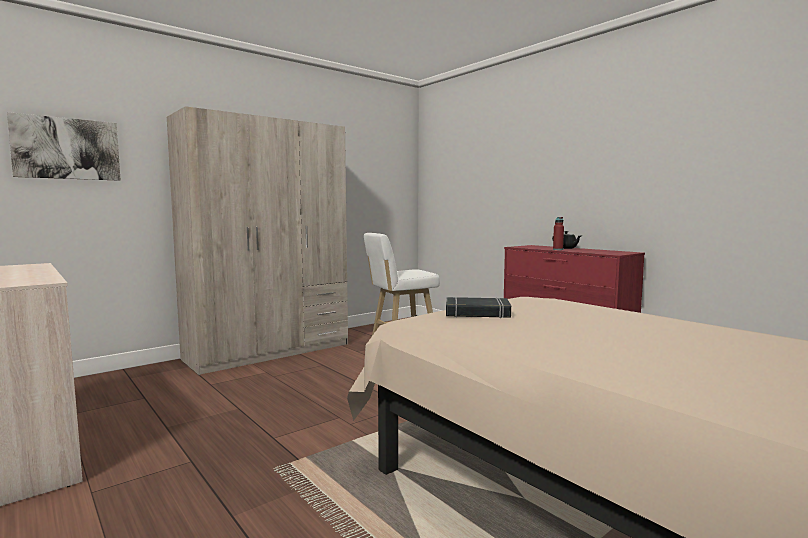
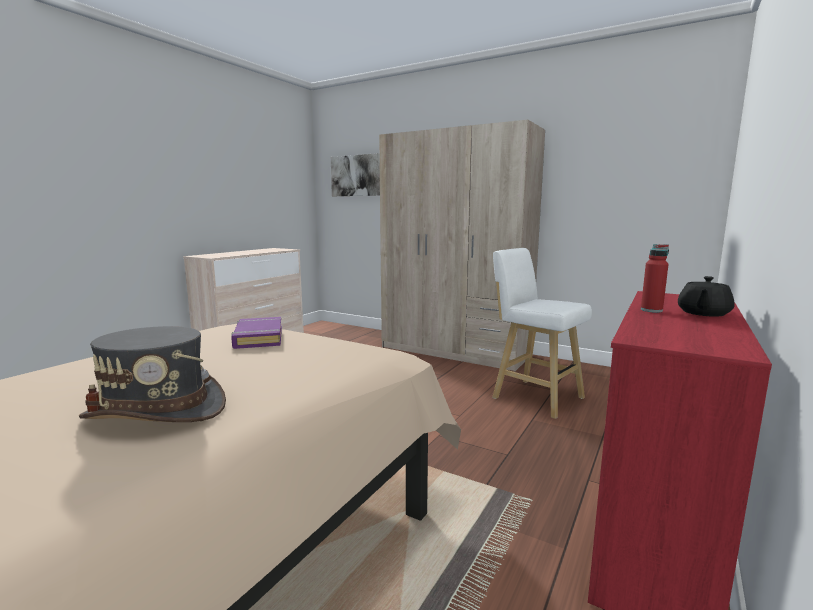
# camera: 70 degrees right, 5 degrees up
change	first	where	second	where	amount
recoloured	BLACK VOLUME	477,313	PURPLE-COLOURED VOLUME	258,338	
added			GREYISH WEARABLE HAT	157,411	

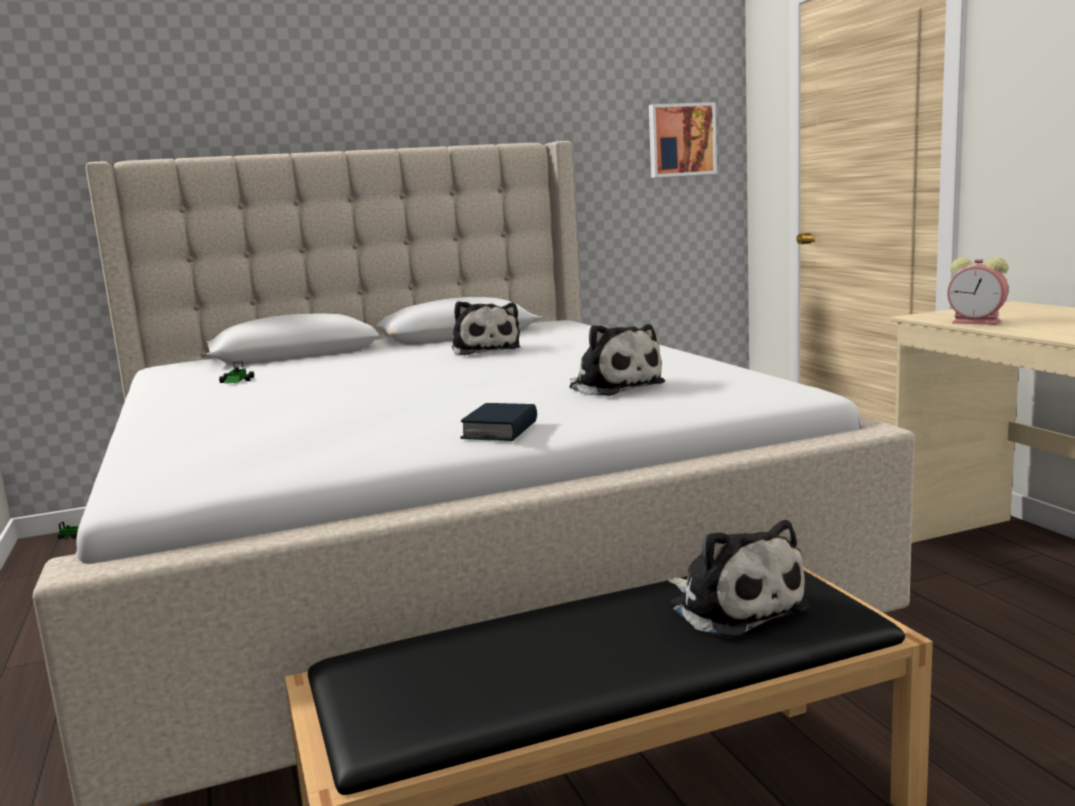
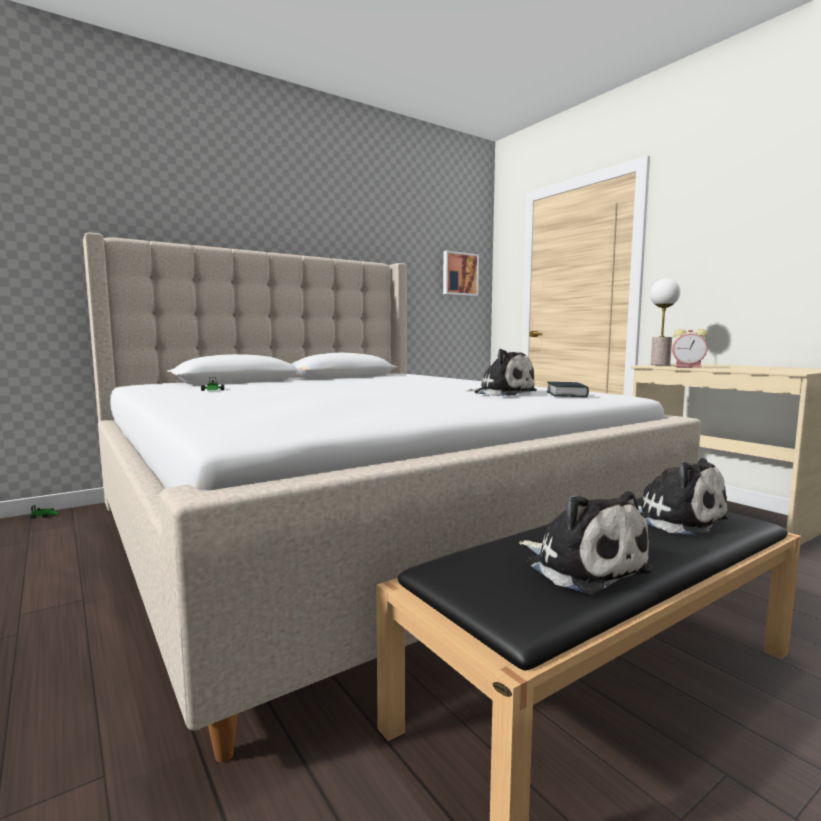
# camera: 15 degrees left, 5 degrees down
change	first	where	second	where	amount
moved	SOFT TOY	485,350		582,566	
moved	VOLUME	500,430		566,394	
added			LAMP FOR A TABLE	660,364	

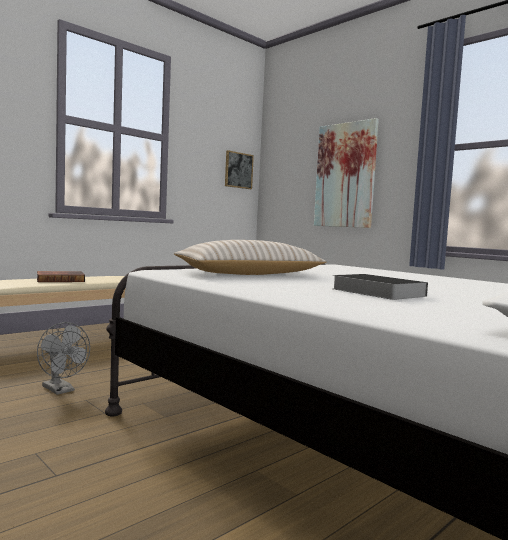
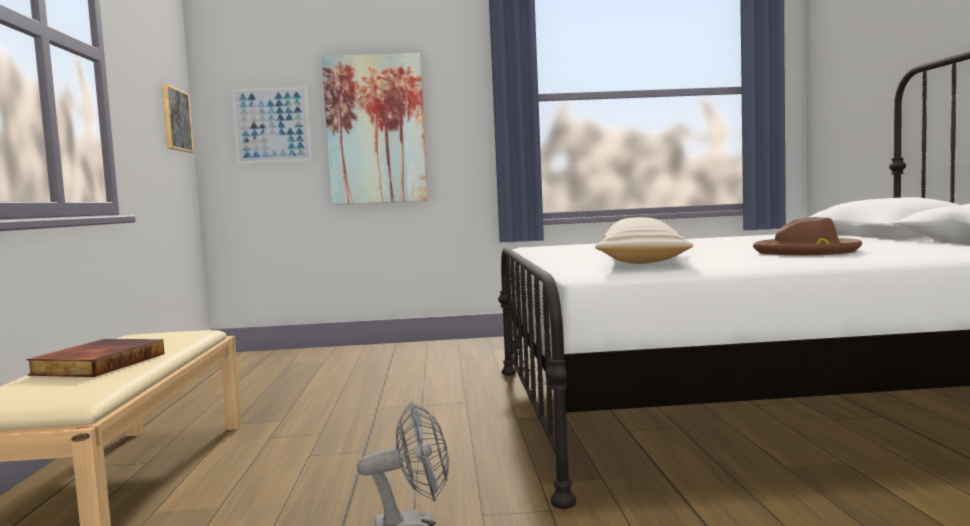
# camera: 50 degrees left, 0 degrees up
change	first	where	second	where	amount
replaced	VOLUME	374,292	BROWN-COLOURED WEARABLE HAT	806,251	
added			WALL ART	272,125	

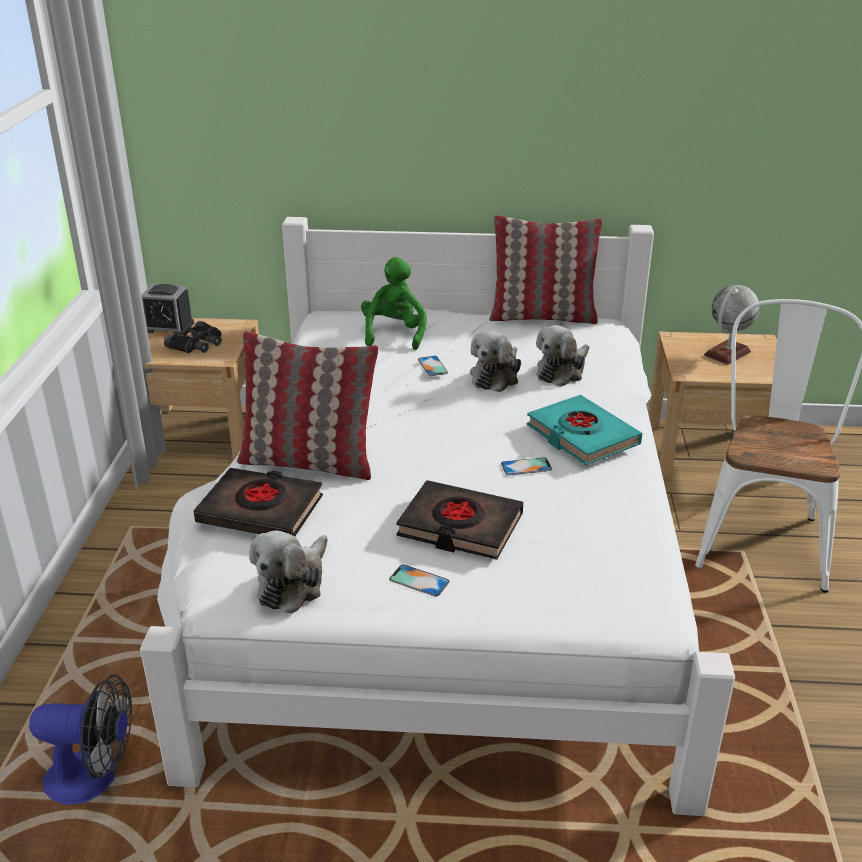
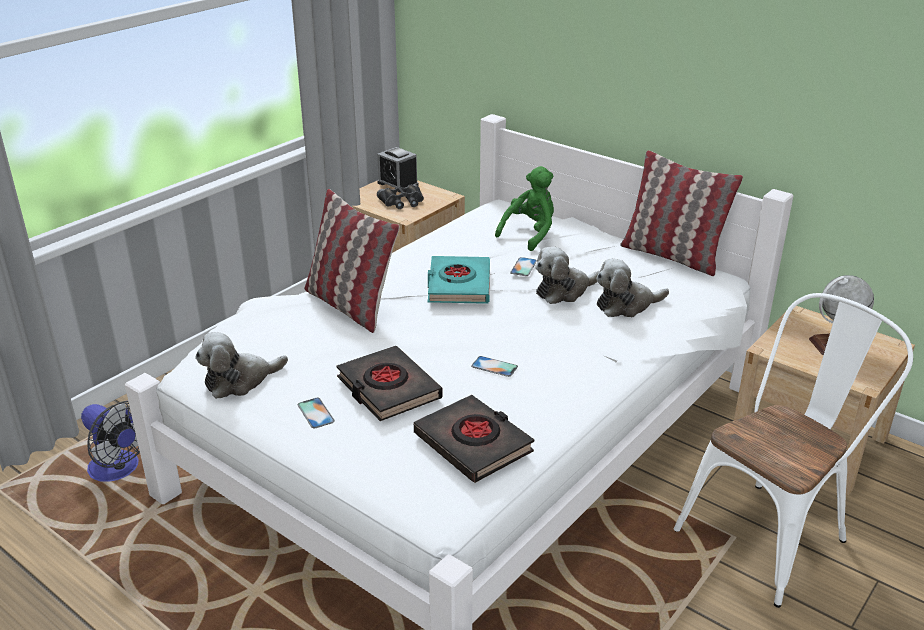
# camera: 35 degrees right, 0 degrees up
change	first	where	second	where	amount
moved	BLUE-GREEN VOLUME	582,436		458,285	
moved	BLACK VOLUME	261,510		473,444	

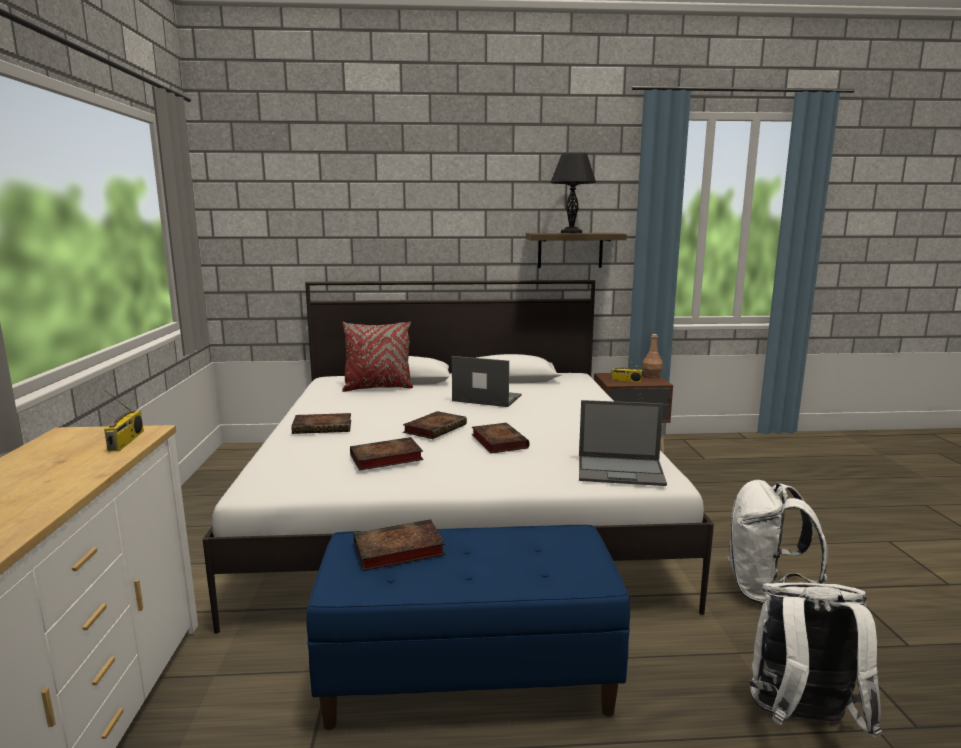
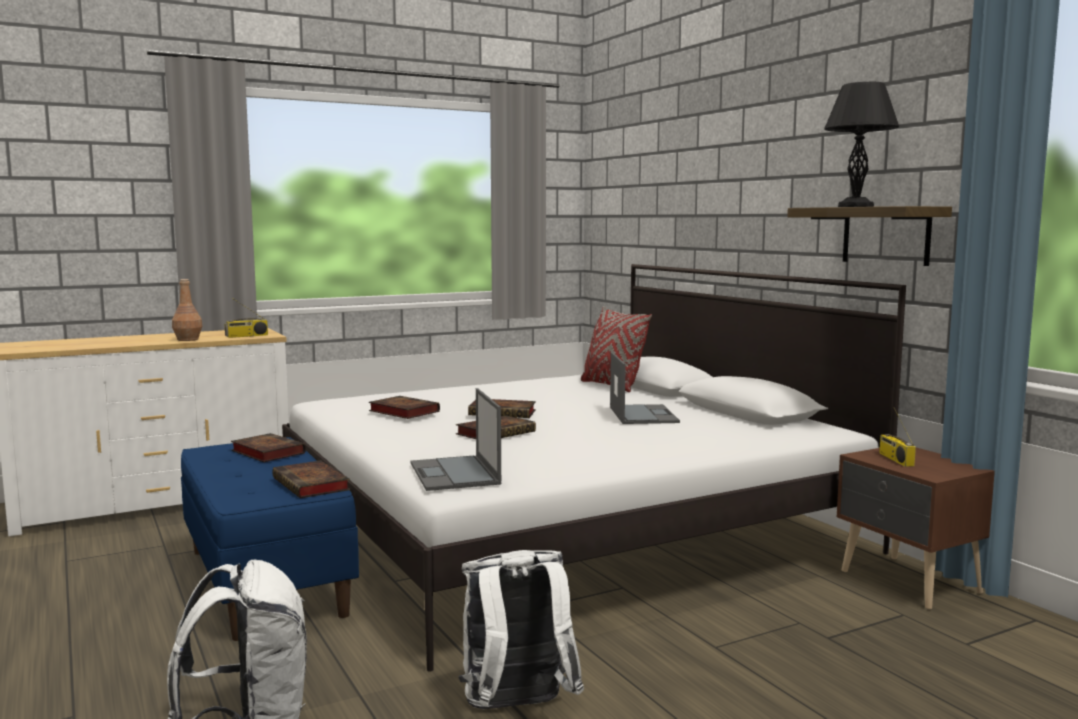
# camera: 65 degrees right, 5 degrees down
change	first	where	second	where	amount
moved	BROWN-COLOURED DRINK BOTTLE	652,376		188,339	
moved	VOLUME	324,427		312,485	

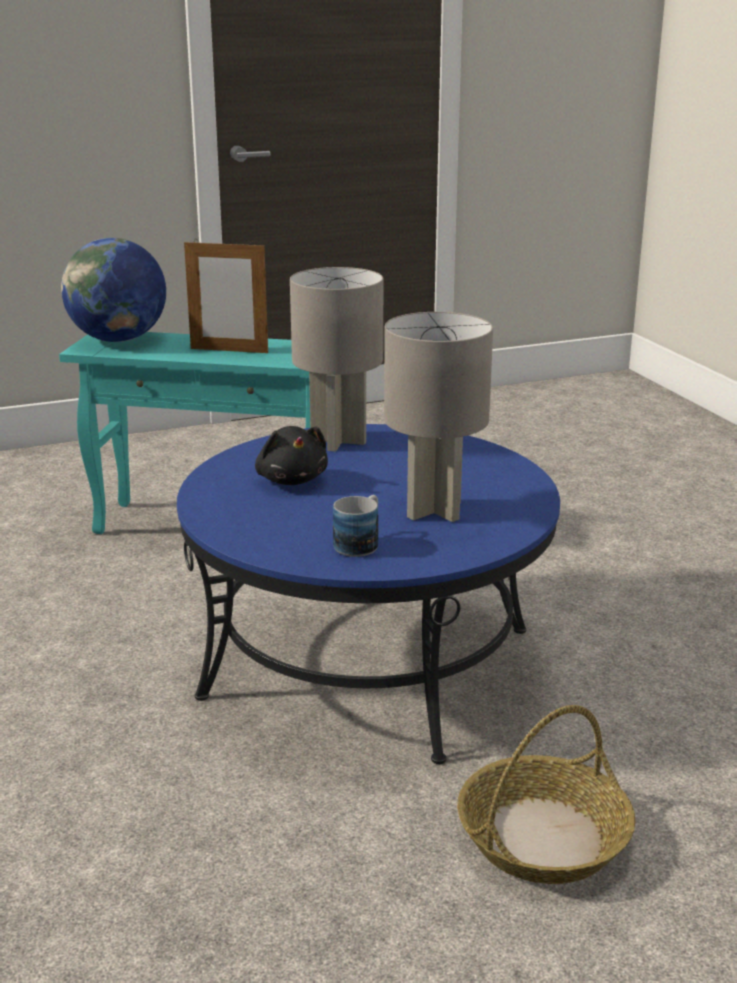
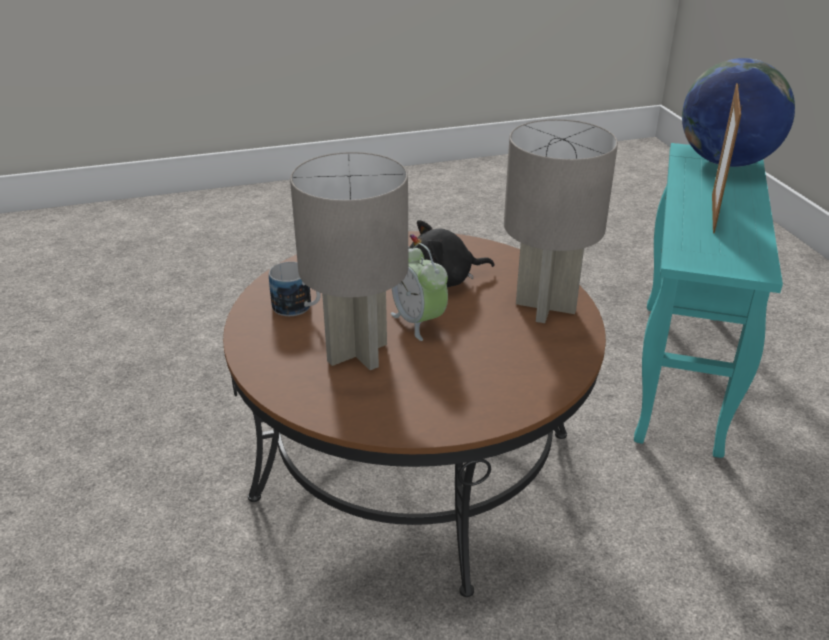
# camera: 95 degrees right, 10 degrees up
change	first	where	second	where	amount
recoloured	BLUE-COLOURED LOUNGE TABLE	368,661	BROWN-COLOURED LOUNGE TABLE	415,465	
removed	STORAGE BASKET	543,839			
added			BEDSIDE CLOCK	419,322	

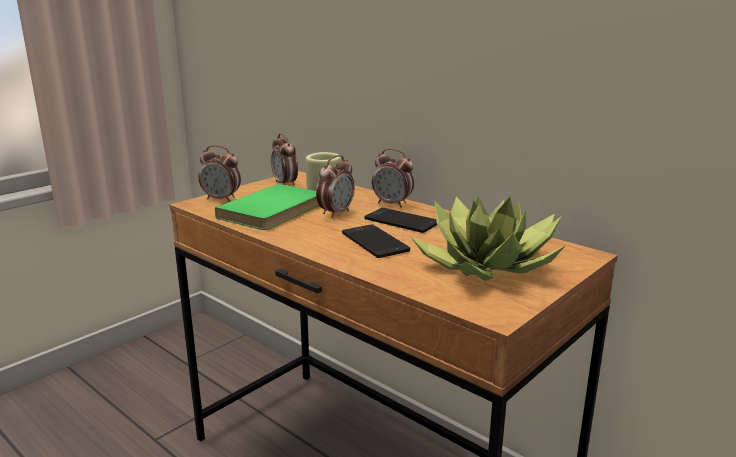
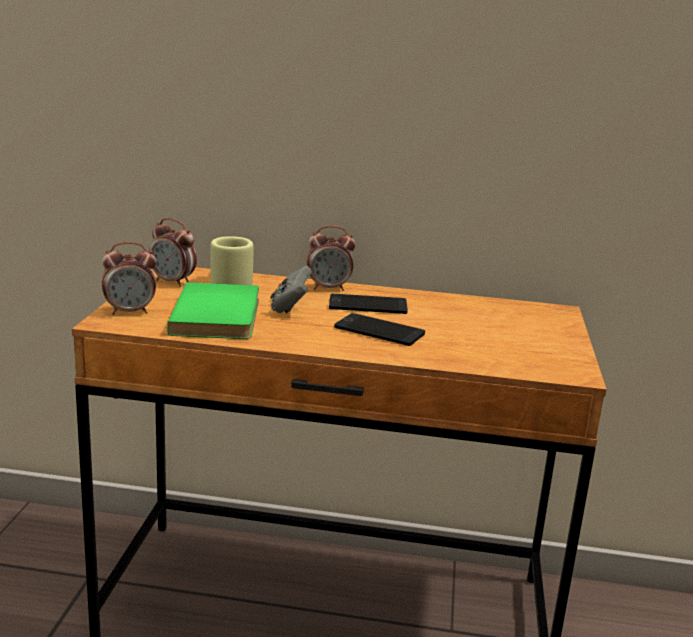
# camera: 35 degrees left, 0 degrees up
change	first	where	second	where	amount
replaced	BEDSIDE CLOCK	336,213	GREYISH GAMEPAD	290,307	
removed	PLANT IN A POT	487,264			

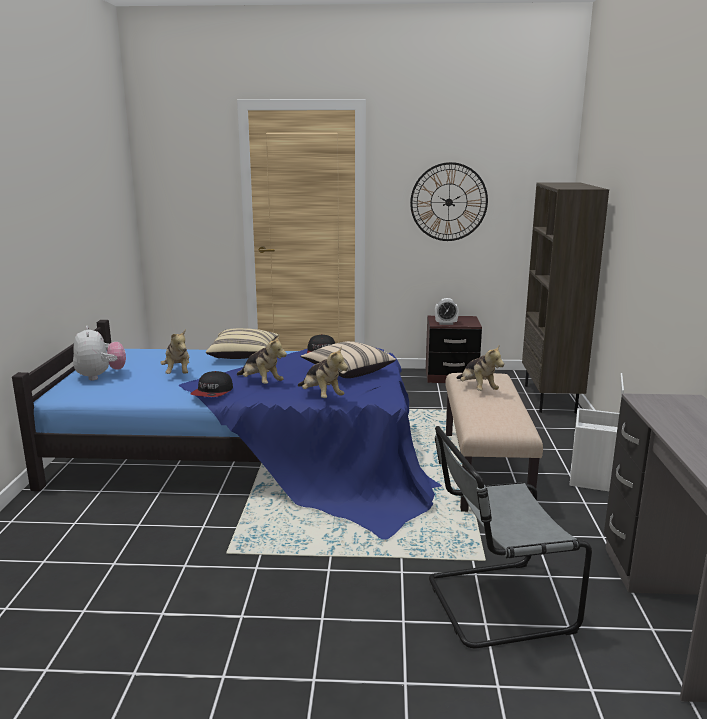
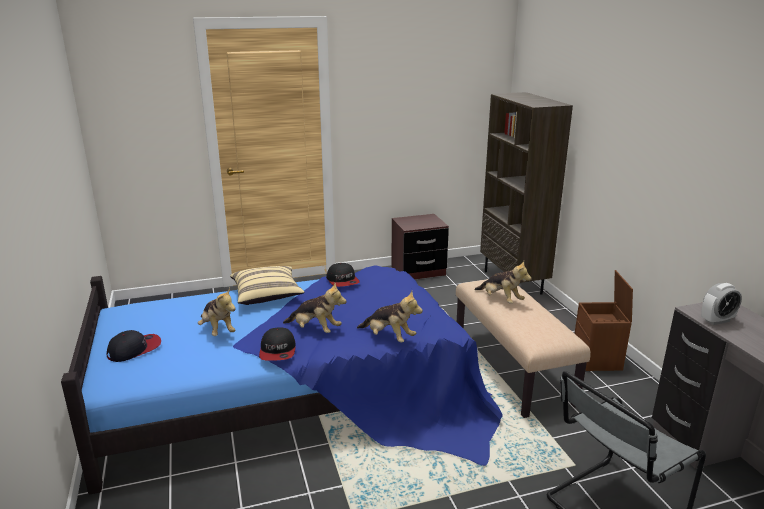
# camera: 20 degrees left, 5 degrees up
change	first	where	second	where	amount
removed	WALL CLOCK	448,202			
moved	BEDSIDE CLOCK	446,323		717,321	
replaced	SOFT TOY	100,376	BASEBALL CAP	134,349	
removed	SAND-COLOURED THROW PILLOW	348,371			
recoloured	WHITISH STORAGE CONTAINER	593,478	BROWN-COLOURED STORAGE CONTAINER	598,359	

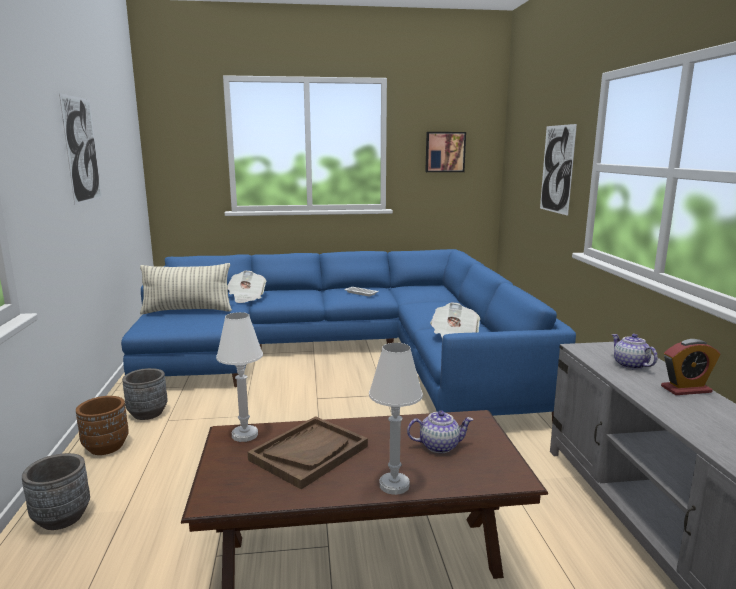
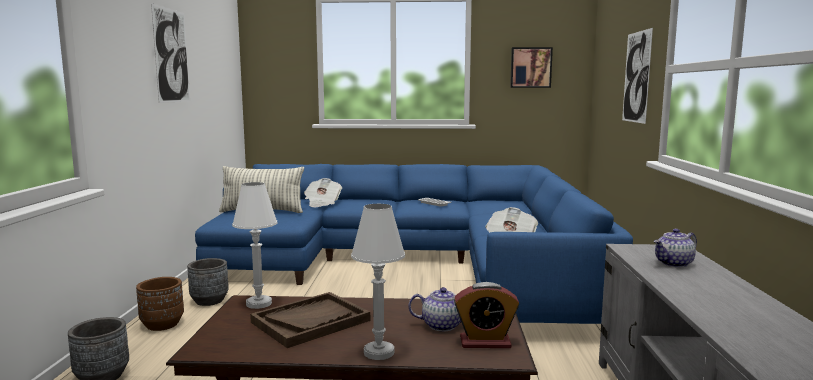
# camera: 10 degrees right, 5 degrees down
change	first	where	second	where	amount
turned	POT FOR TEA	630,365		674,263	105 degrees counterclockwise
moved	BEDSIDE CLOCK	686,389		485,342	

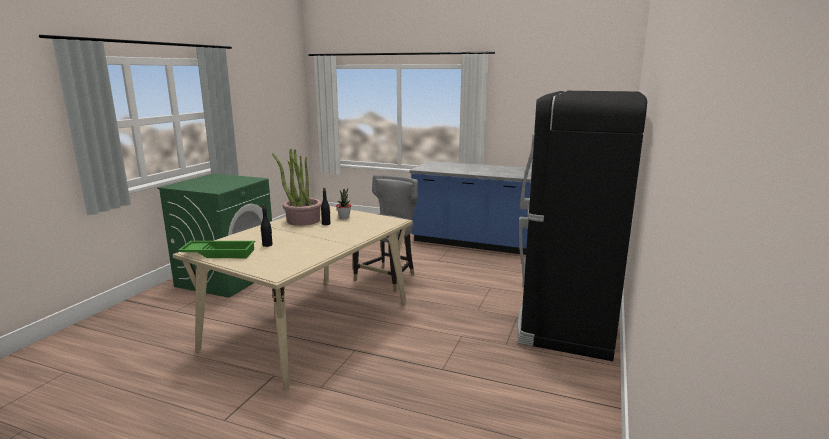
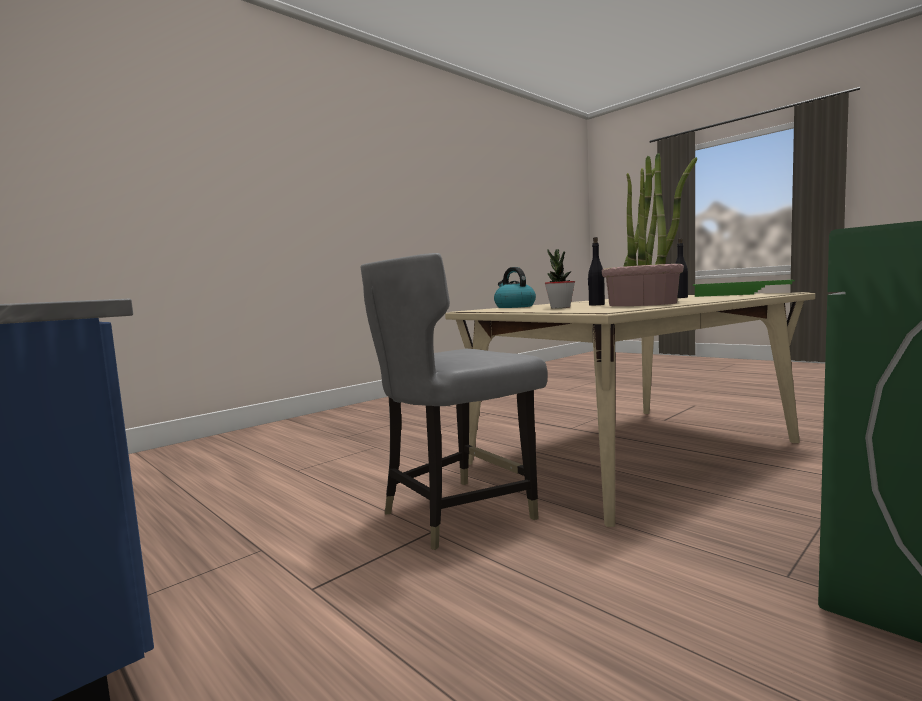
# camera: 155 degrees left, 10 degrees down
change	first	where	second	where	amount
removed	BLACK REFRIGERATOR	566,322			
added			KETTLE	514,307	

